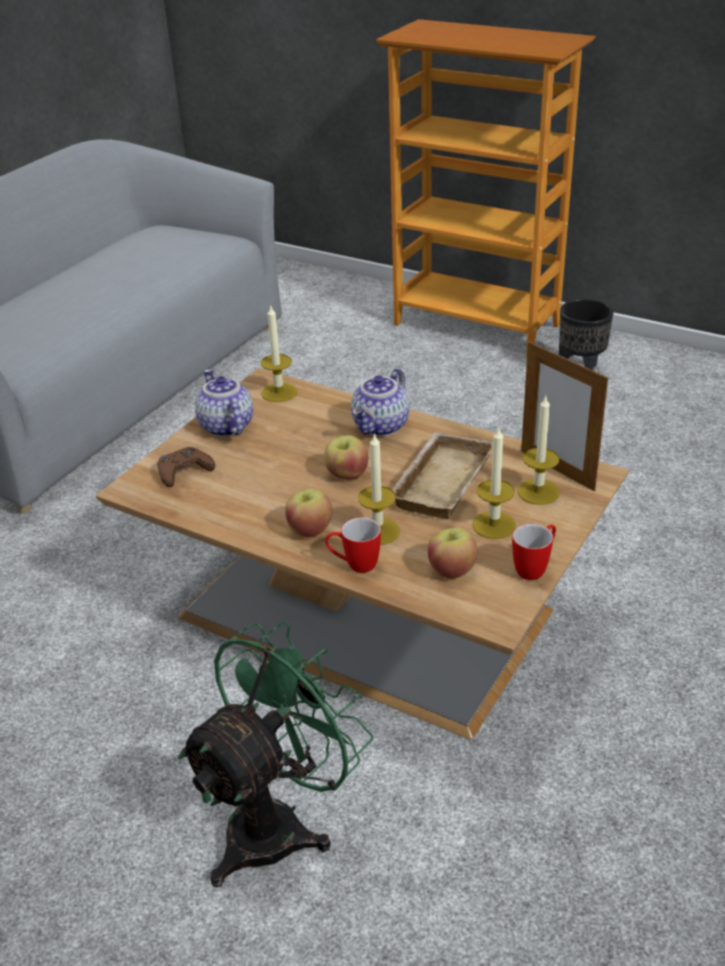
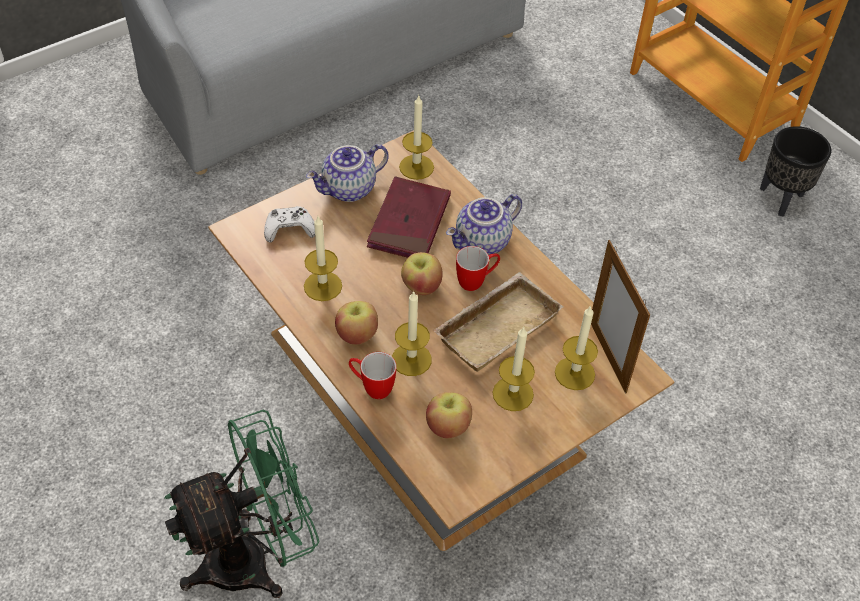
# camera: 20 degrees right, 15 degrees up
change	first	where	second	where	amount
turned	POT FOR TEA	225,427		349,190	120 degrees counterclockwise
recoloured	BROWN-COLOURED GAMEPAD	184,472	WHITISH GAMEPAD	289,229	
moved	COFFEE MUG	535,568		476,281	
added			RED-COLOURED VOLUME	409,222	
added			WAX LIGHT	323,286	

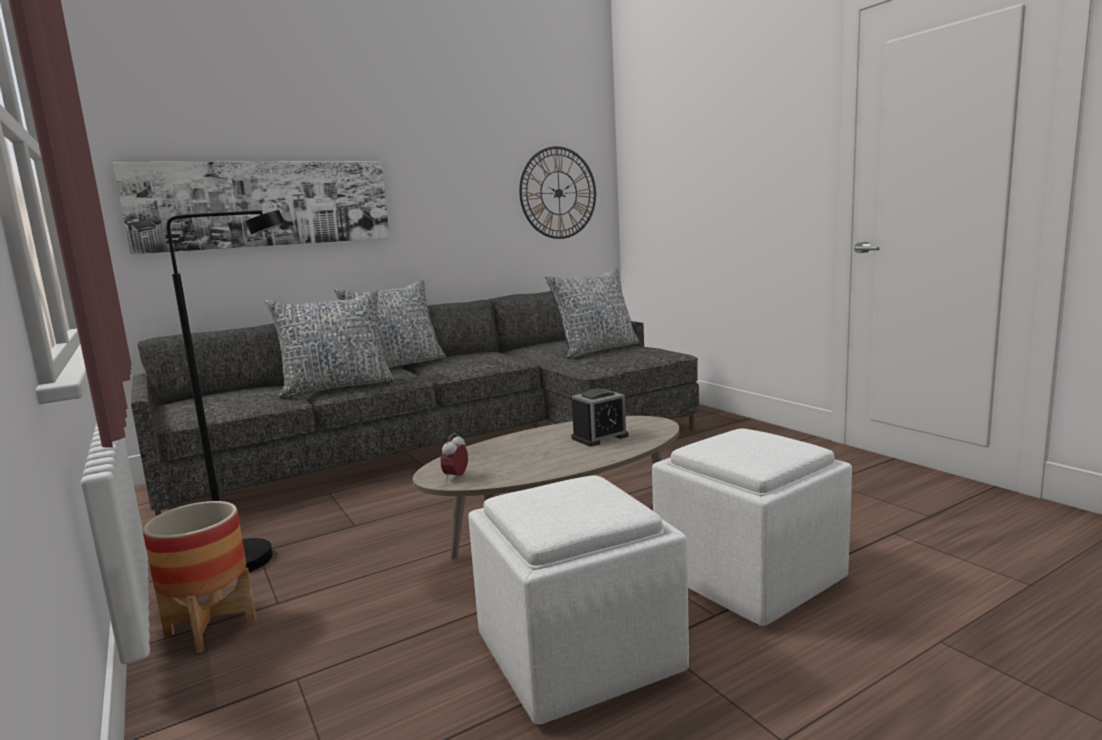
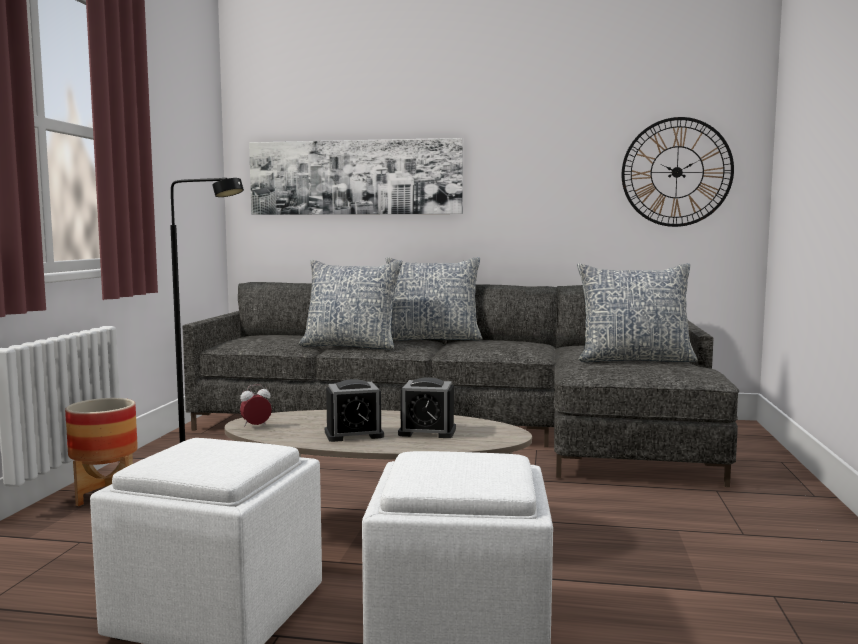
# camera: 40 degrees right, 5 degrees down
change	first	where	second	where	amount
added			BEDSIDE CLOCK	354,434	

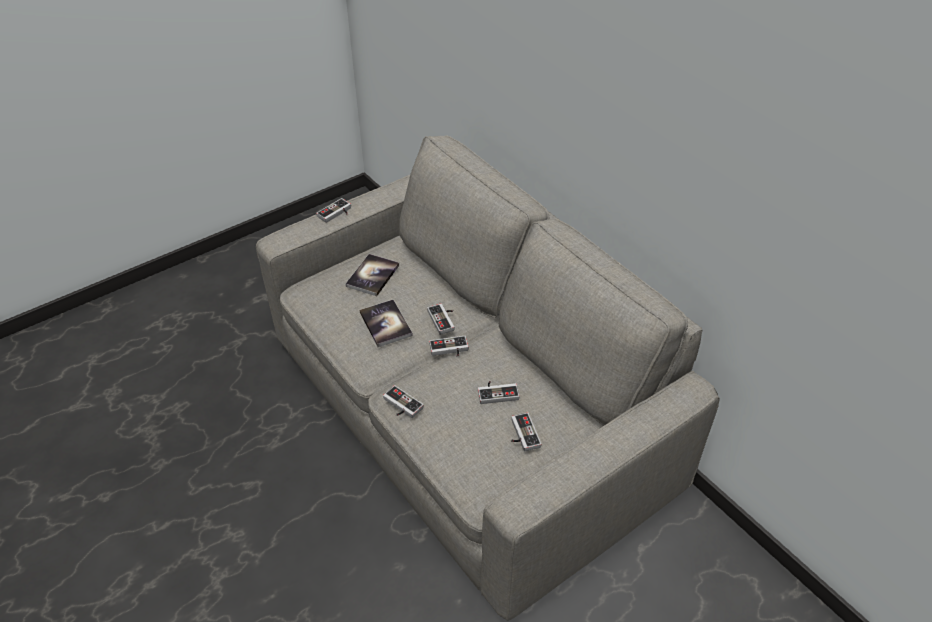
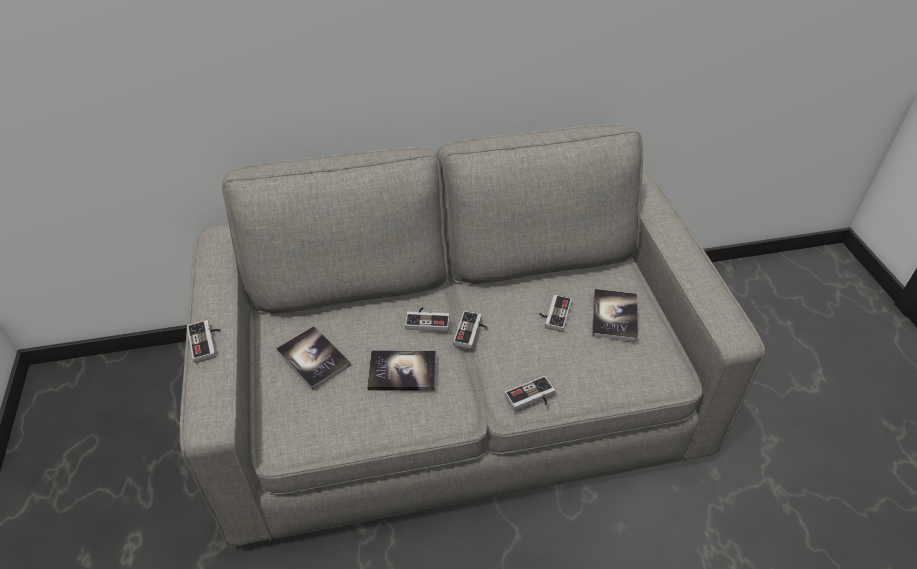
# camera: 65 degrees left, 0 degrees up
change	first	where	second	where	amount
replaced	GAMEPAD	521,434	VOLUME	614,316	

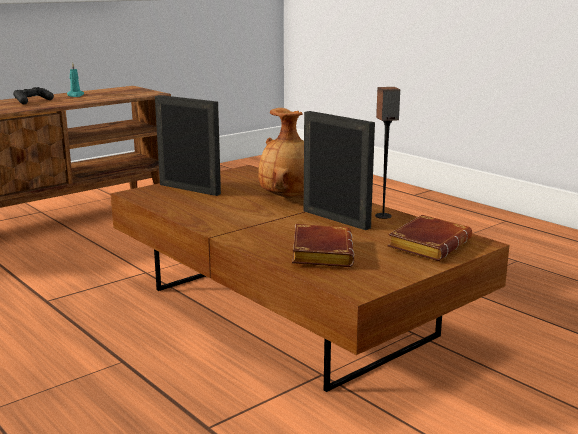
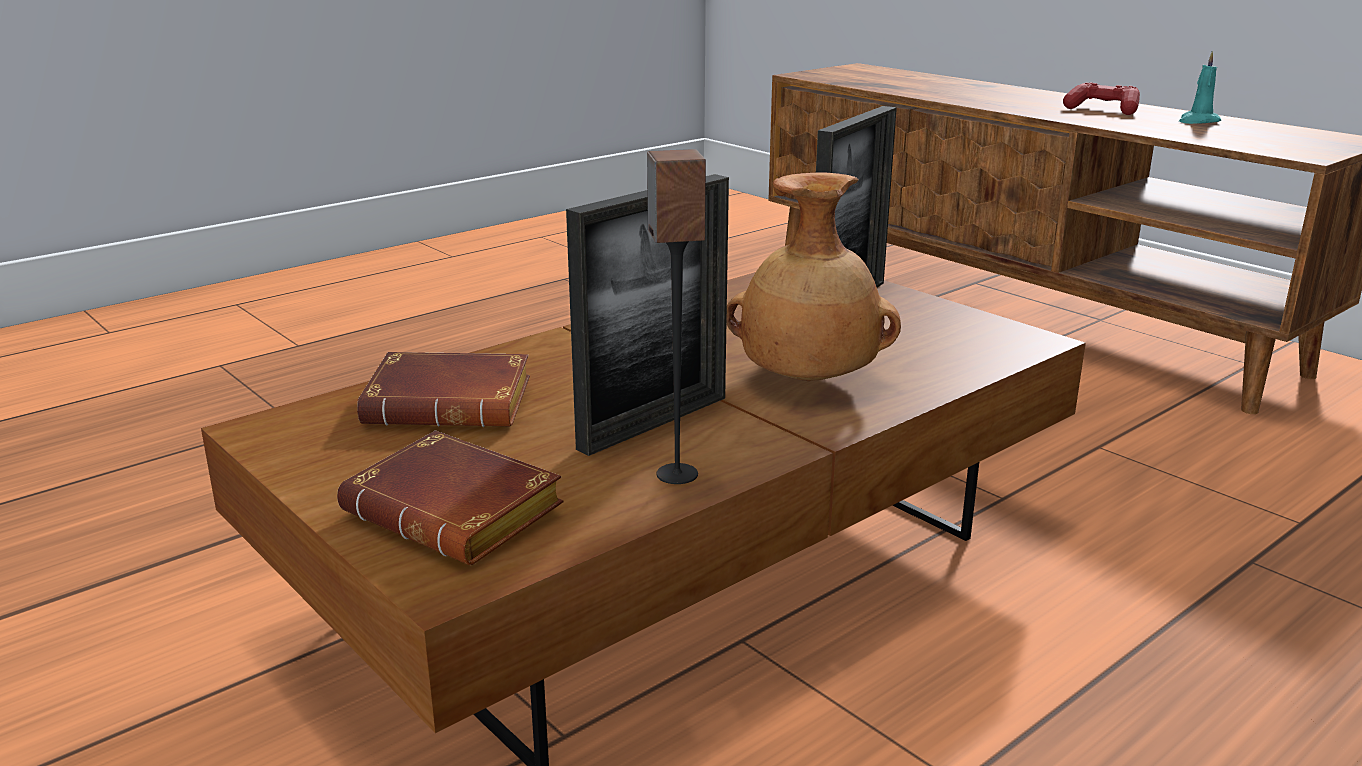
# camera: 90 degrees right, 5 degrees up
change	first	where	second	where	amount
recoloured	BLACK GAMEPAD	32,101	RED-COLOURED GAMEPAD	1102,109	

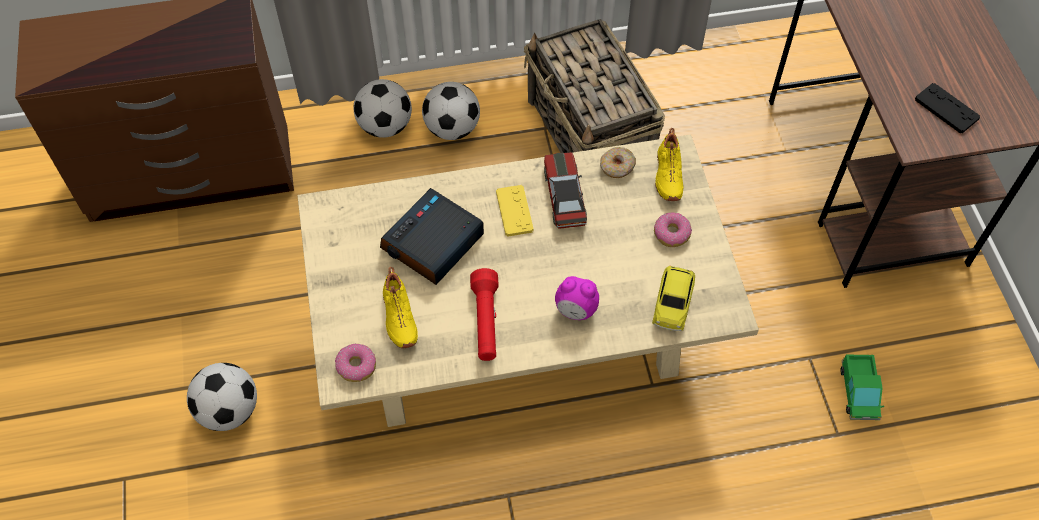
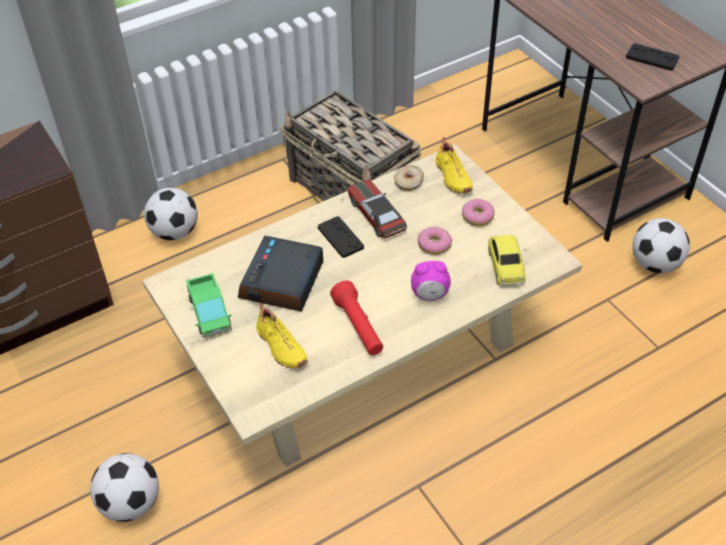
# camera: 20 degrees left, 10 degrees down
change	first	where	second	where	amount
moved	FOOTBALL	452,129		654,264	
recoloured	YELLOW-COLOURED GAMEPAD	514,211	BLACK GAMEPAD	340,238	
moved	DONUT	356,366		434,245	
moved	TOY LORRY	859,392		210,313	

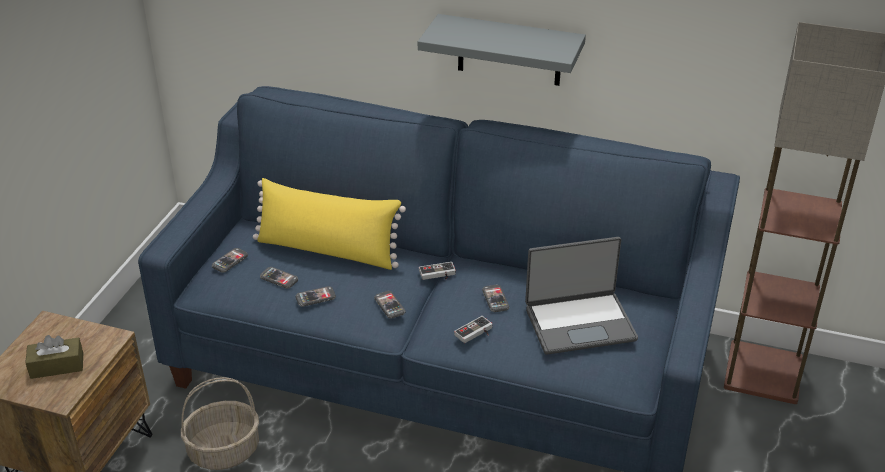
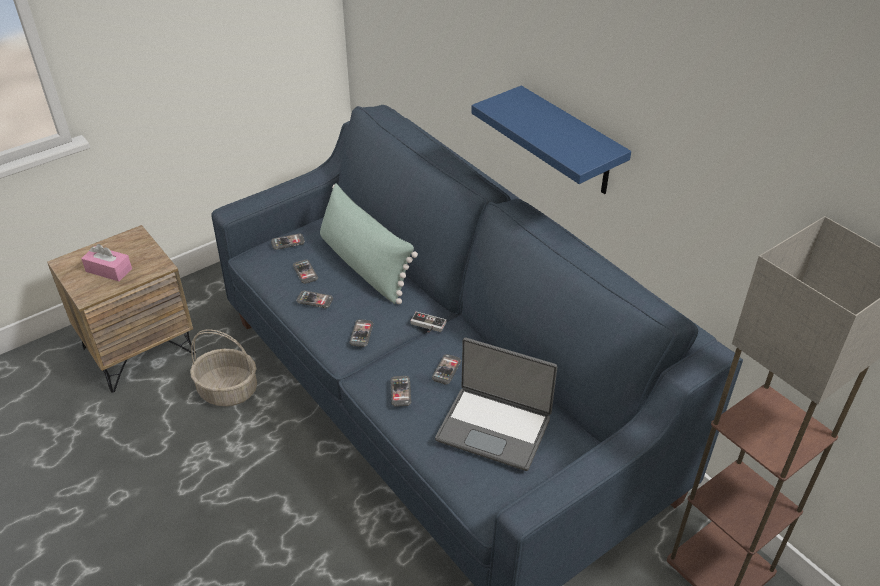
# camera: 35 degrees right, 5 degrees up
change	first	where	second	where	amount
recoloured	GREYISH WALL SHELF	509,50	BLUE-COLOURED WALL SHELF	570,143	
recoloured	YELLOW-COLOURED THROW PILLOW	327,250	GREEN THROW PILLOW	364,265	
replaced	GAMEPAD	475,333	TELEPHONE	400,392	
recoloured	BROWN-COLOURED TISSUE BOX	57,366	PINK TISSUE BOX	109,270	

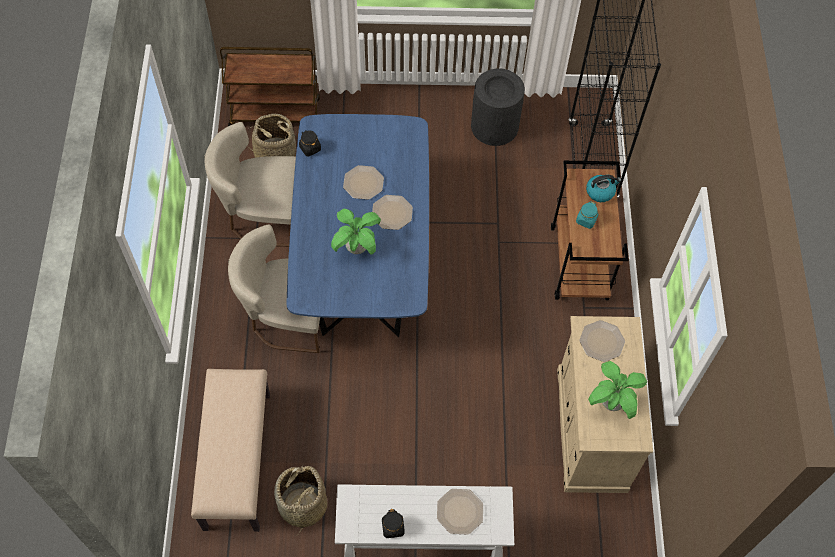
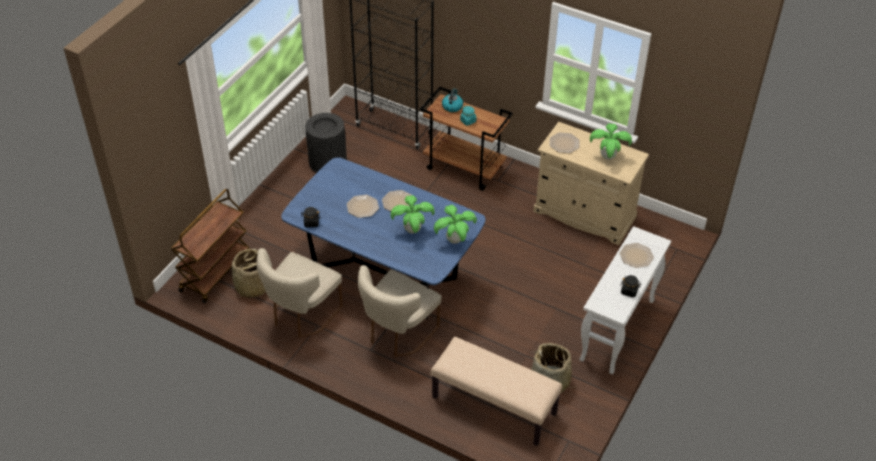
# camera: 60 degrees left, 15 degrees down
change	first	where	second	where	amount
added			PLANT IN A POT	454,240	

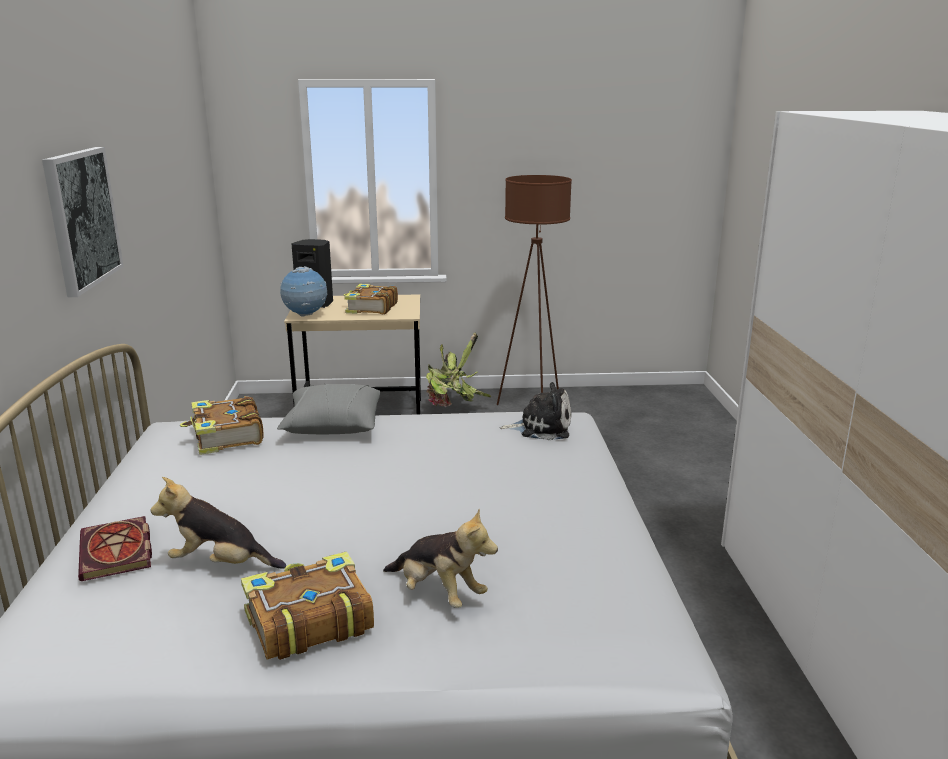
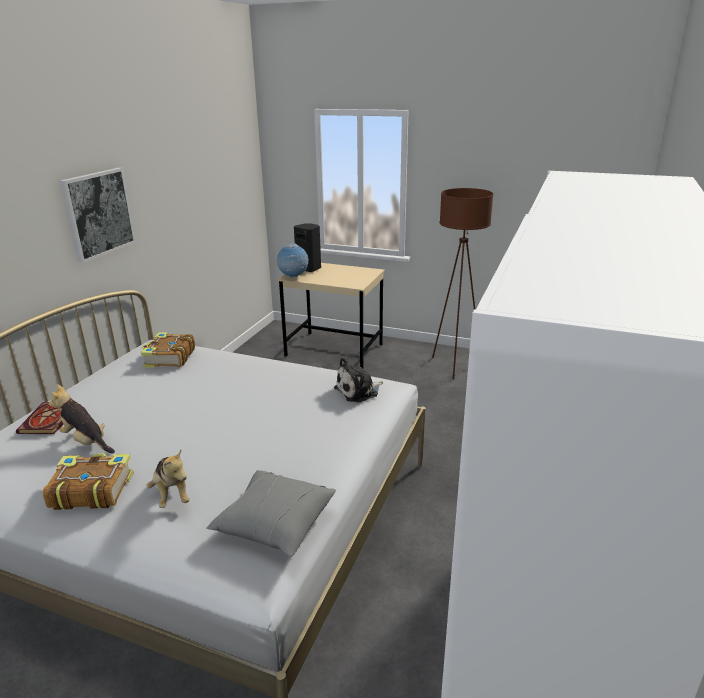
# camera: 25 degrees right, 5 degrees up
change	first	where	second	where	amount
removed	VOLUME	371,308			
removed	PLANT IN A POT	453,408			
turned	SOFT TOY	541,428		358,391	120 degrees clockwise
moved	GREYISH THROW PILLOW	332,425		274,523	

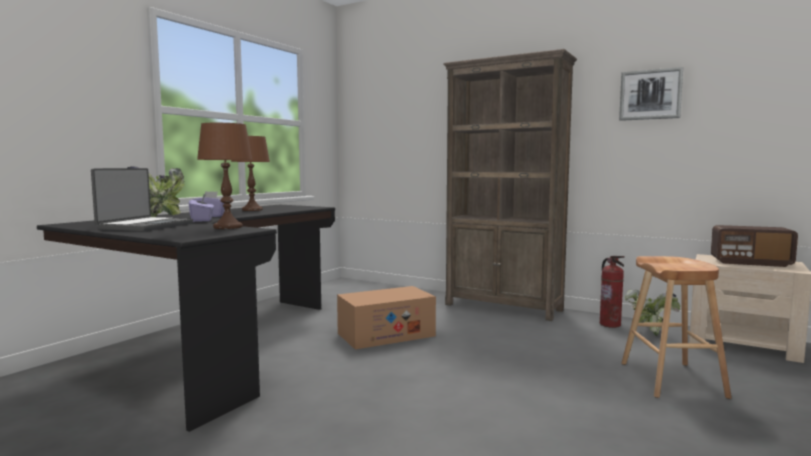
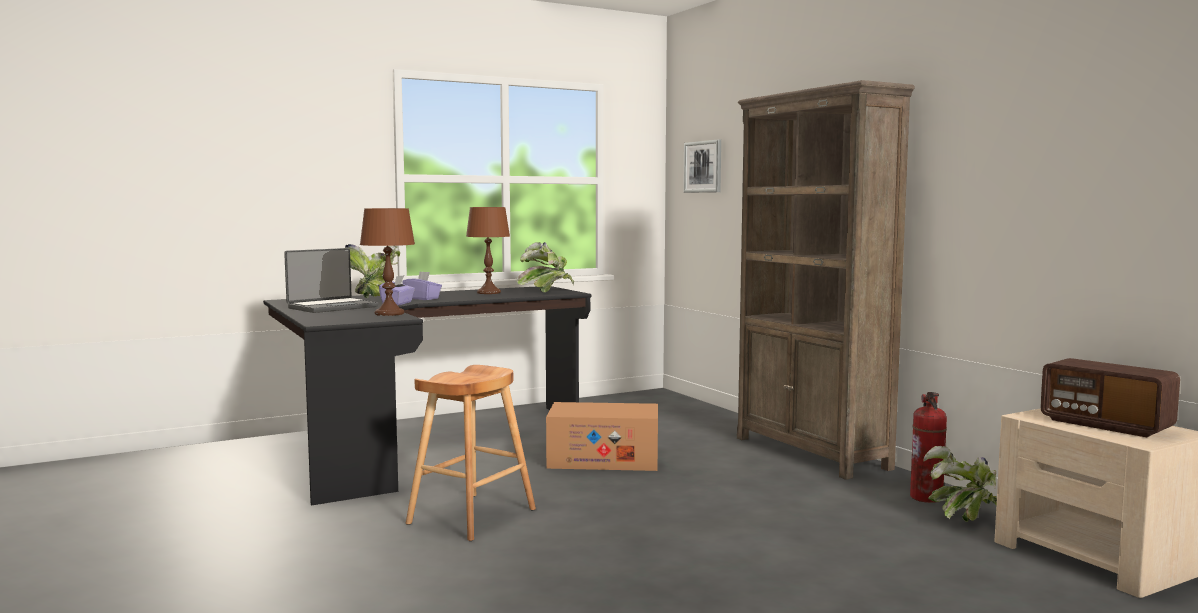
# camera: 30 degrees right, 0 degrees up
change	first	where	second	where	amount
moved	WALL ART	650,94		703,167	
moved	BROWN-COLOURED STOOL	671,379		472,516	
added			PLANT IN A POT	546,291	

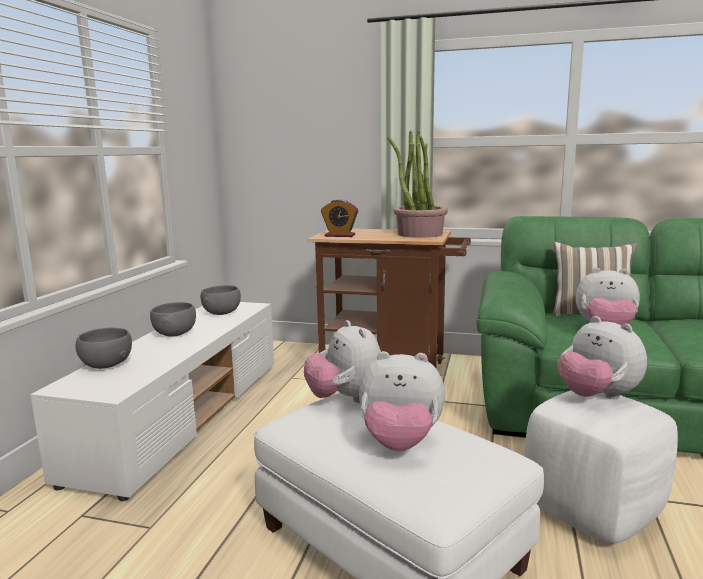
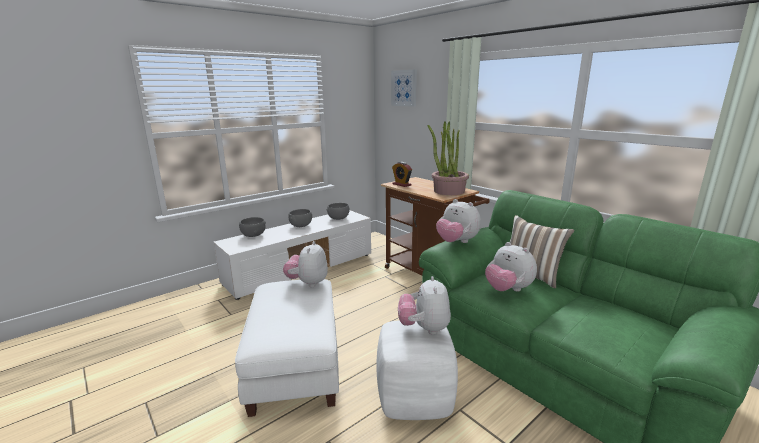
# camera: 35 degrees right, 5 degrees up
change	first	where	second	where	amount
moved	SOFT TOY	400,443		456,242	
added			WALL ART	404,88	

